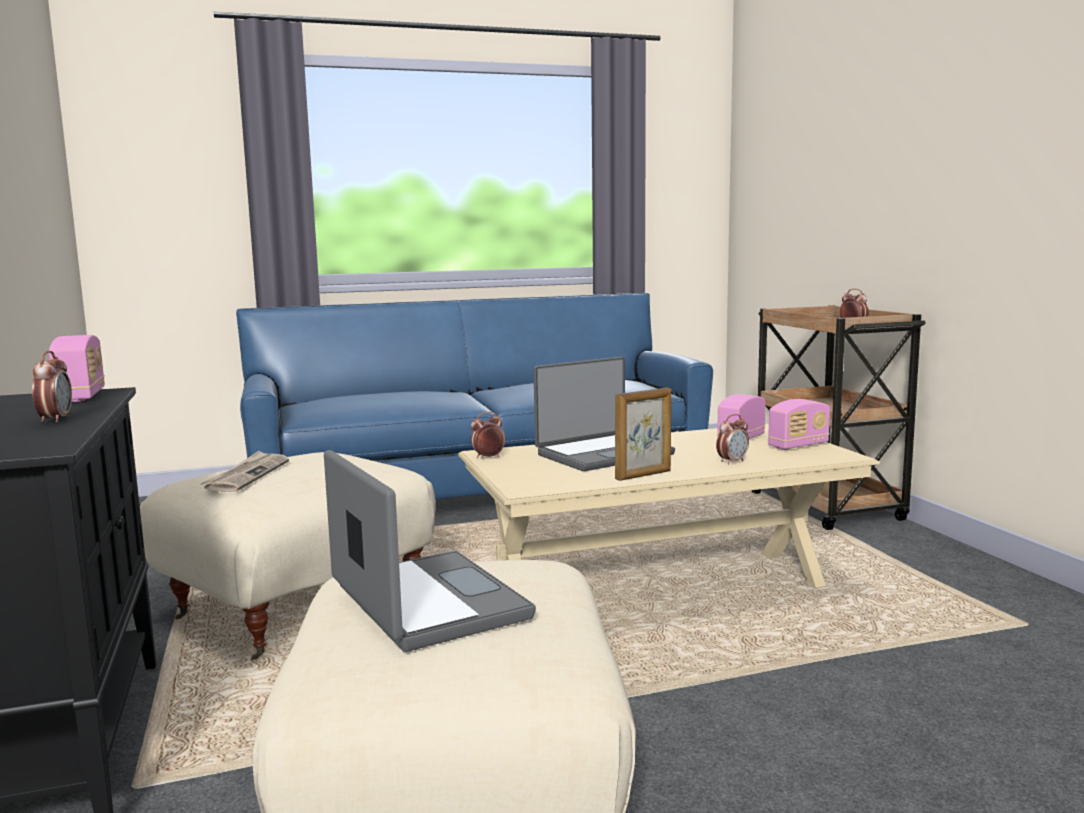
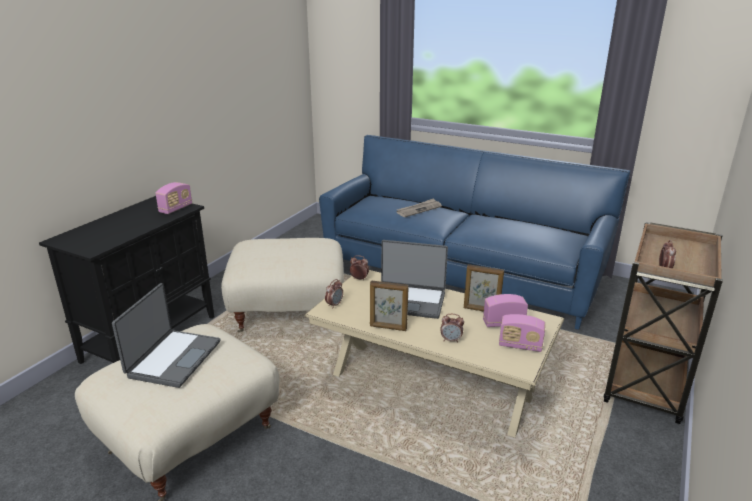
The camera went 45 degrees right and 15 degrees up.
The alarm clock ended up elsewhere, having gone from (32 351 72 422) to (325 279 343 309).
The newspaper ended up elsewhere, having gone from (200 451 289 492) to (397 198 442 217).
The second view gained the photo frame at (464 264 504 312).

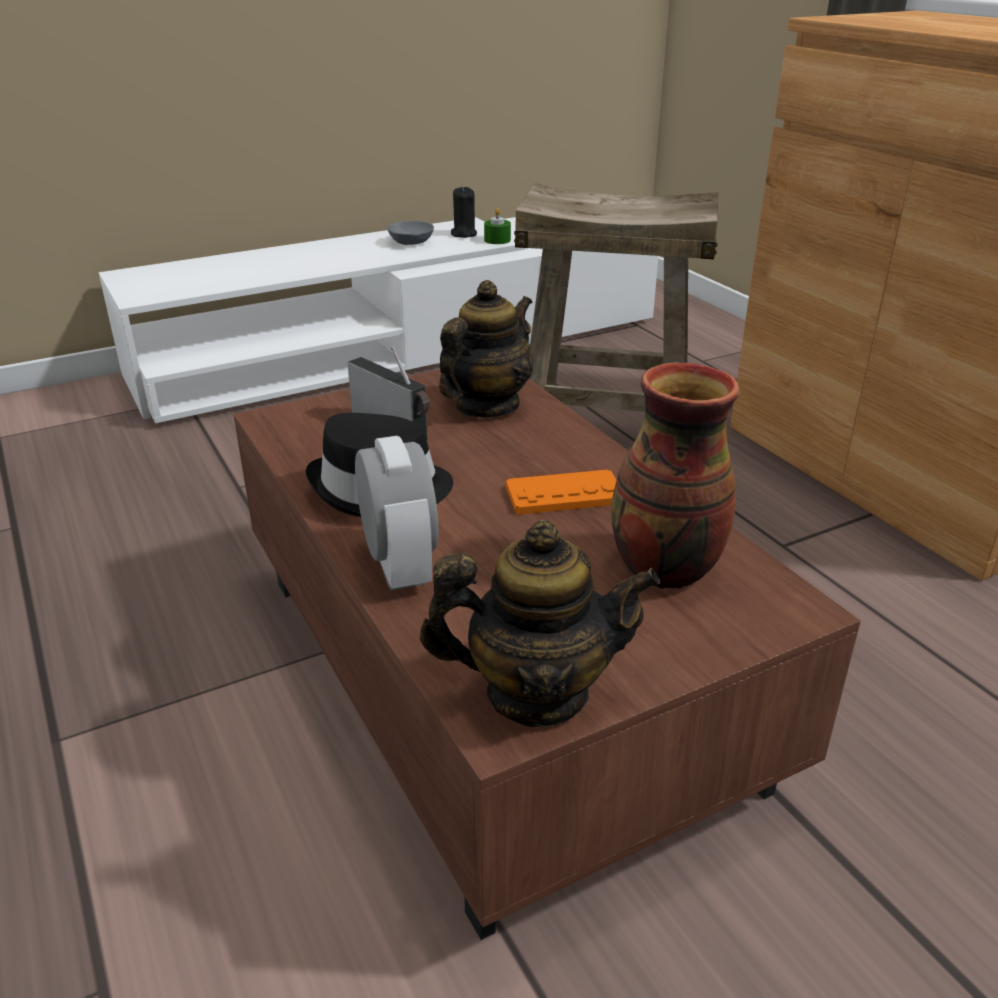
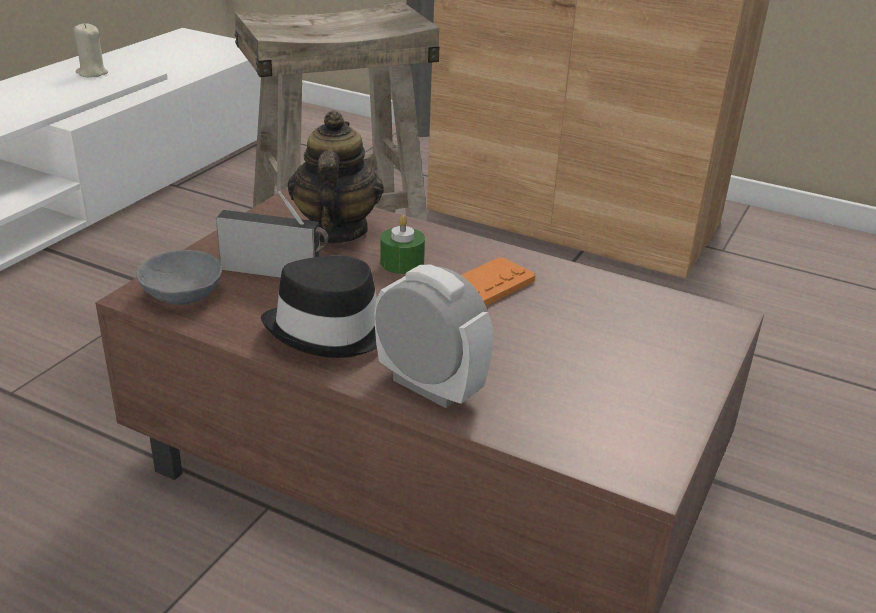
The camera went 35 degrees left and 0 degrees up.
What was the black-coloured candle at (451 186 477 238) turned into the sand-coloured candle at (73 23 108 77).
The greyish serving bowl ended up elsewhere, having gone from (387 221 434 245) to (136 250 222 305).
The green-coloured candle ended up elsewhere, having gone from (484 208 511 244) to (380 215 425 274).
The second view lost the tea pot at (420 520 660 727).
The second view lost the flower vase at (611 363 740 589).

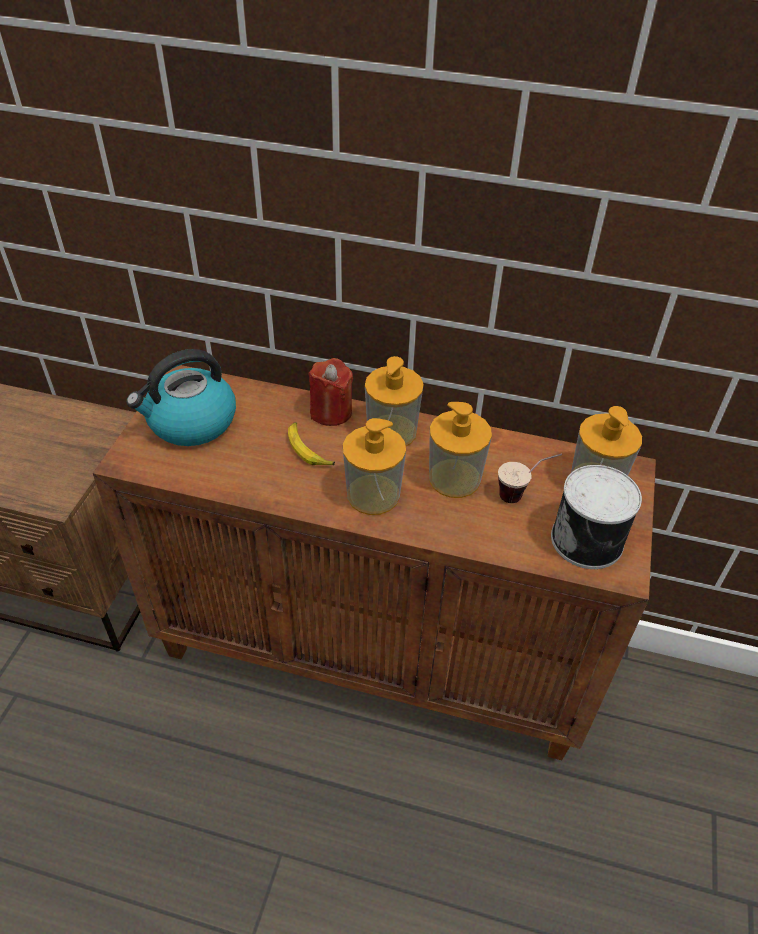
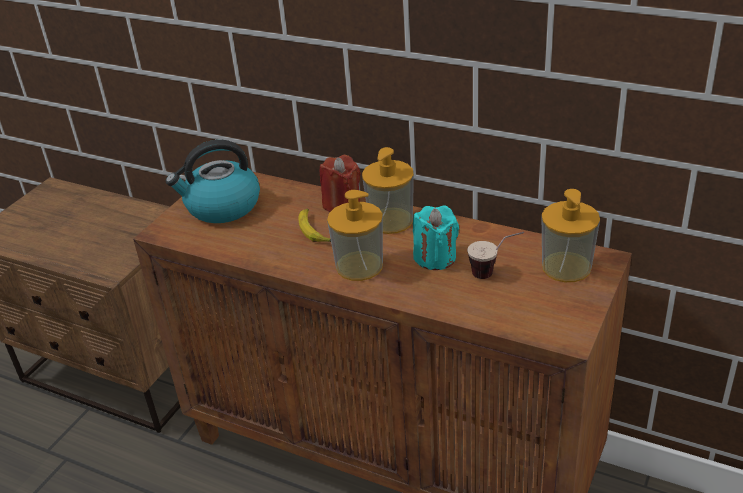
The camera went 15 degrees right and 10 degrees down.
Where the liquid soap bottle stood at (429 402 492 498), the turquoise-coloured candle came to stand at (413 205 459 270).
The second view lost the sealed can at (551 465 642 569).

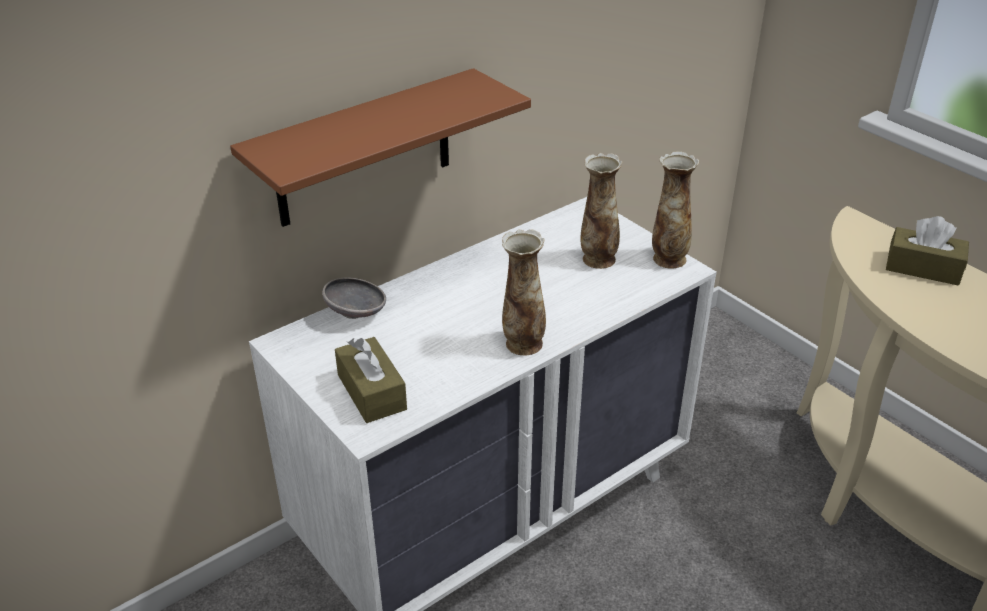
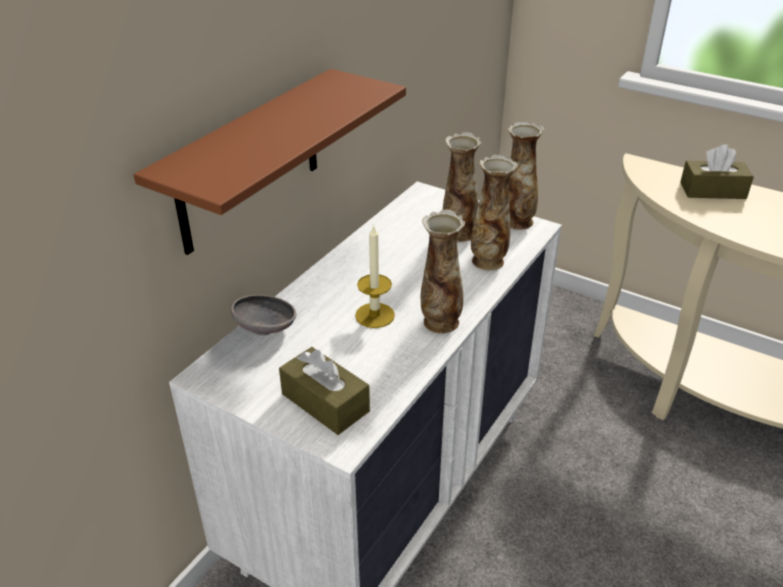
The camera went 20 degrees left and 0 degrees up.
The second view gained the candle at (355 224 395 328).
The second view gained the flower vase at (471 155 518 270).

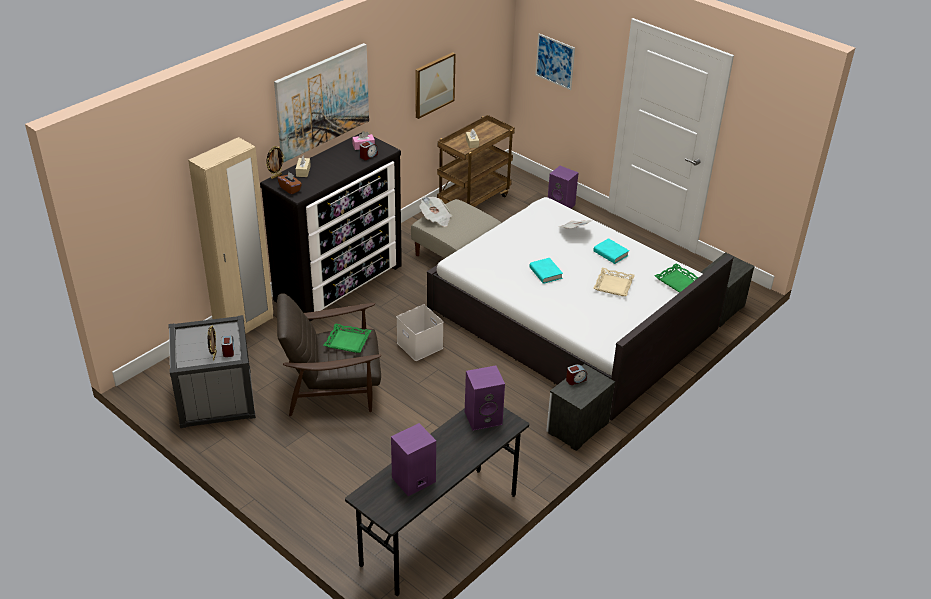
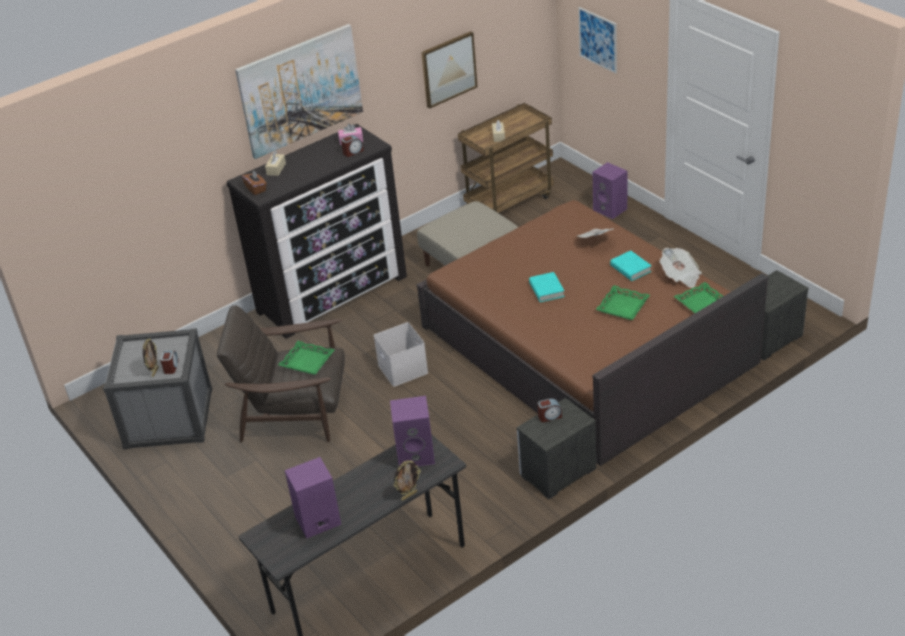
The camera went 15 degrees right and 0 degrees up.
The photo frame ended up elsewhere, having gone from (266 146 285 179) to (394 460 421 500).
What was the white-coloured sleeping bed at (427 197 734 421) turned into the brownish sleeping bed at (416 200 769 466).
What was the sand-coloured serving tray at (594 268 635 296) turned into the green-coloured serving tray at (596 285 650 320).
The newspaper ended up elsewhere, having gone from (420 196 452 227) to (660 248 702 288).
The second view lost the sand-coloured armoire at (188 137 273 334).

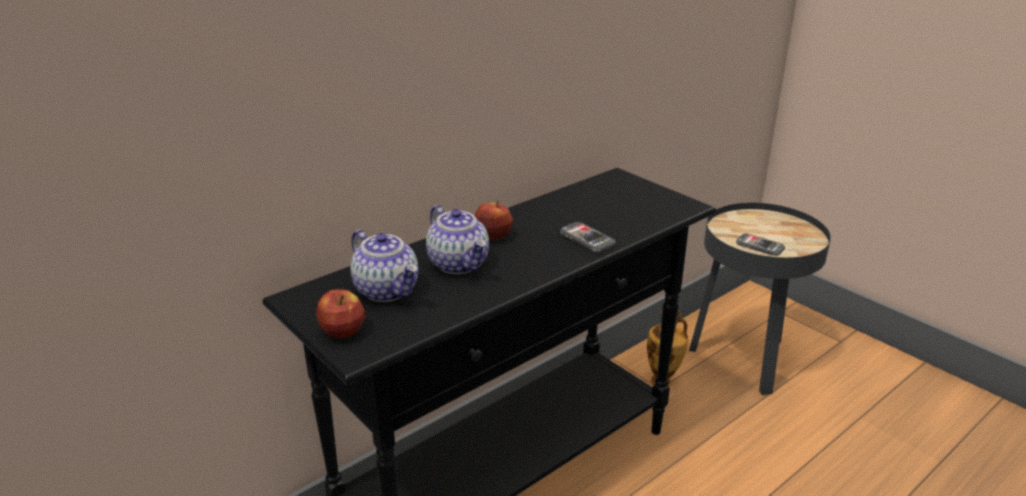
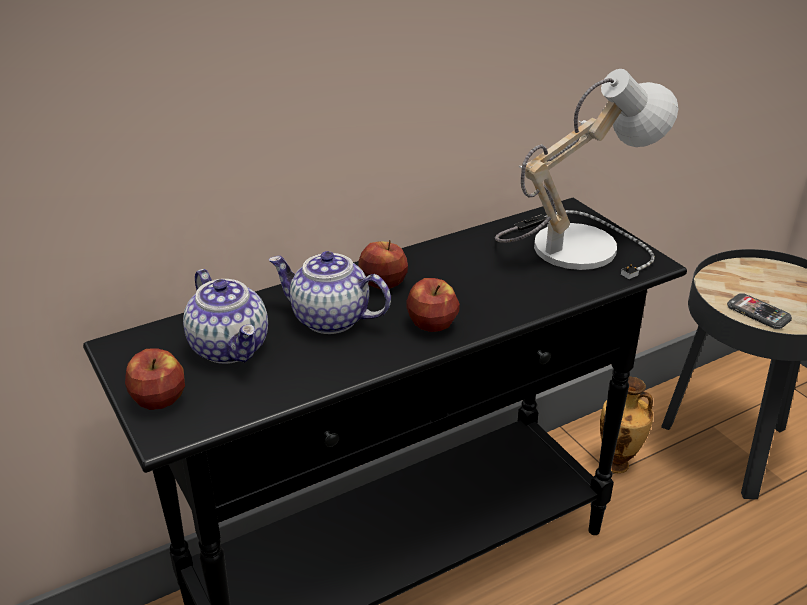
The camera went 10 degrees right and 5 degrees up.
The tea pot at (426 205 489 274) ended up facing another way, 135 degrees clockwise from before.
The second view gained the apple fruit at (406 278 460 332).
The second view gained the tabletop lamp at (495 69 679 279).
The second view lost the handset at (560 222 616 252).

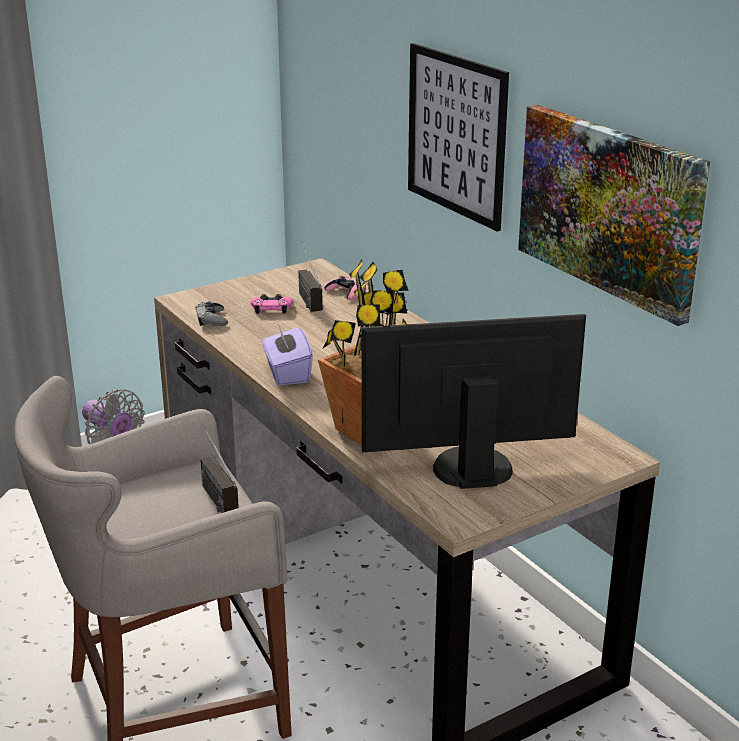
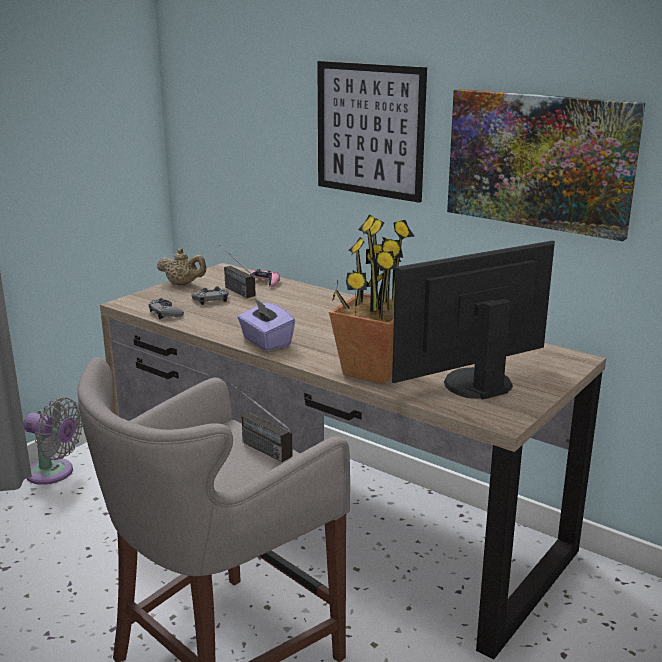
The camera went 20 degrees left and 5 degrees down.
The second view gained the sand-coloured tea pot at (157 248 207 285).
What was the pink joypad at (251 294 293 314) turned into the greyish joypad at (191 286 229 305).

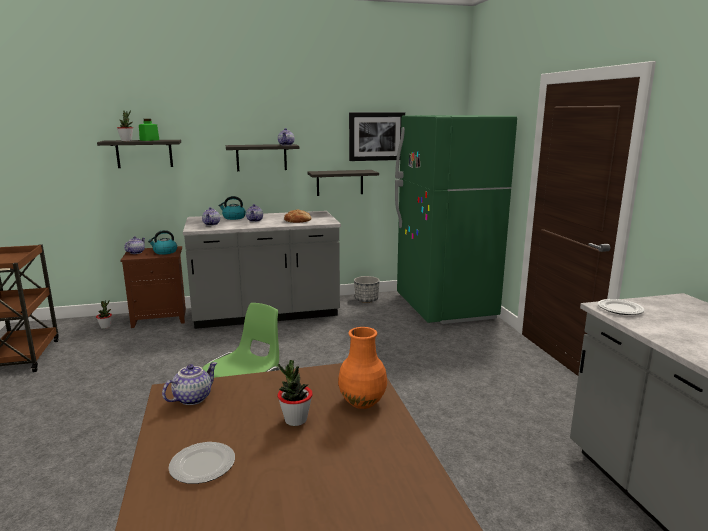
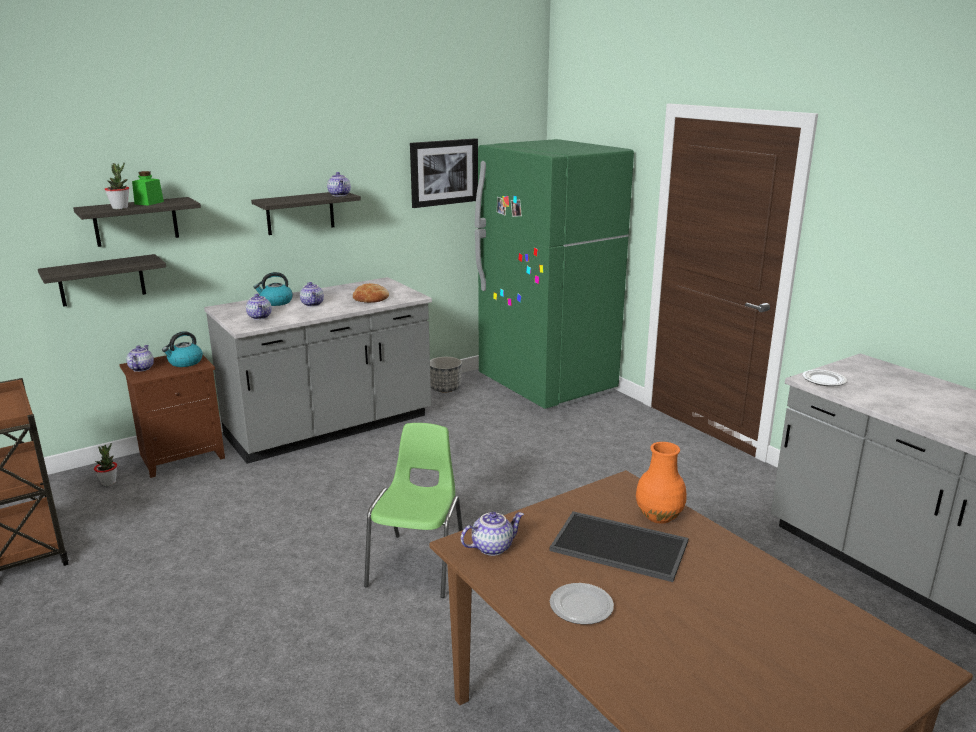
The camera went 20 degrees left and 5 degrees up.
The shelf ended up elsewhere, having gone from (307 170 379 196) to (38 254 166 307).
The tea pot at (162 362 217 405) ended up facing another way, 45 degrees clockwise from before.
Where the plant in a pot stood at (277 360 313 426), the serving tray came to stand at (550 511 689 582).

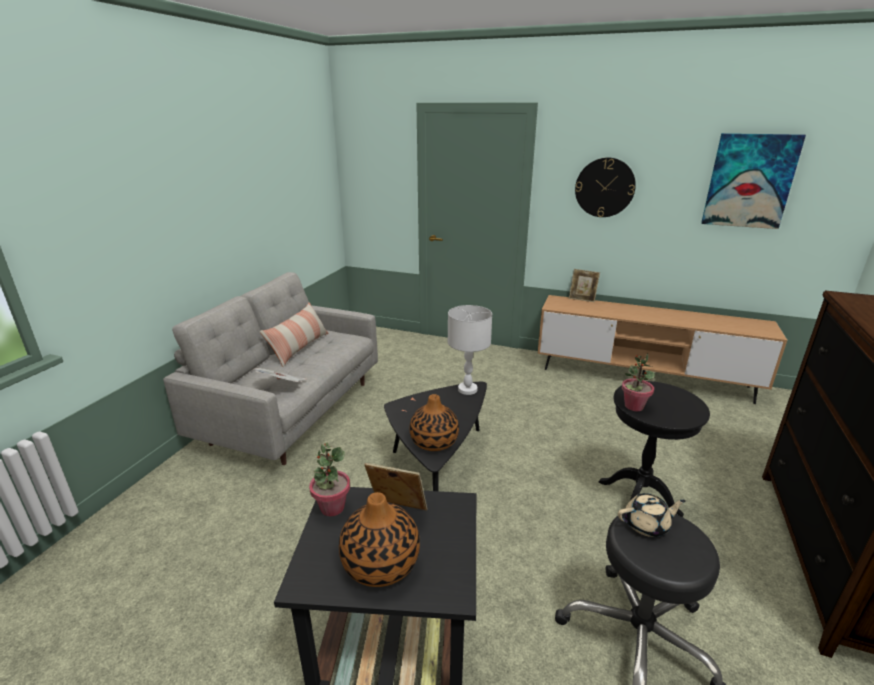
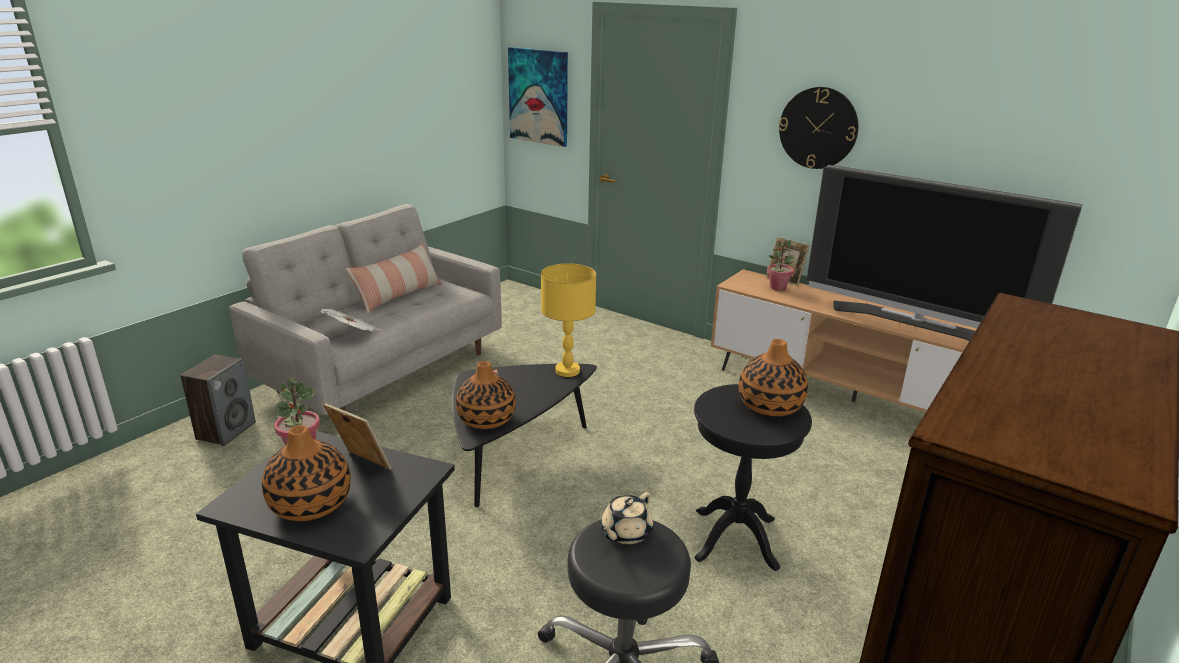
The camera went 15 degrees right and 0 degrees up.
The second view gained the audio speaker at (180 355 256 446).
The wall art ended up elsewhere, having gone from (701 133 806 229) to (508 47 568 147).
What was the white-coloured tabletop lamp at (448 305 492 395) turned into the yellowish tabletop lamp at (541 264 596 377).
The sand-coloured tea pot at (618 493 686 537) ended up facing another way, 120 degrees clockwise from before.
The second view gained the flower vase at (739 339 808 417).
The plant in a pot ended up elsewhere, having gone from (622 353 655 411) to (767 240 794 291).
The second view gained the TV set at (807 165 1083 341).

